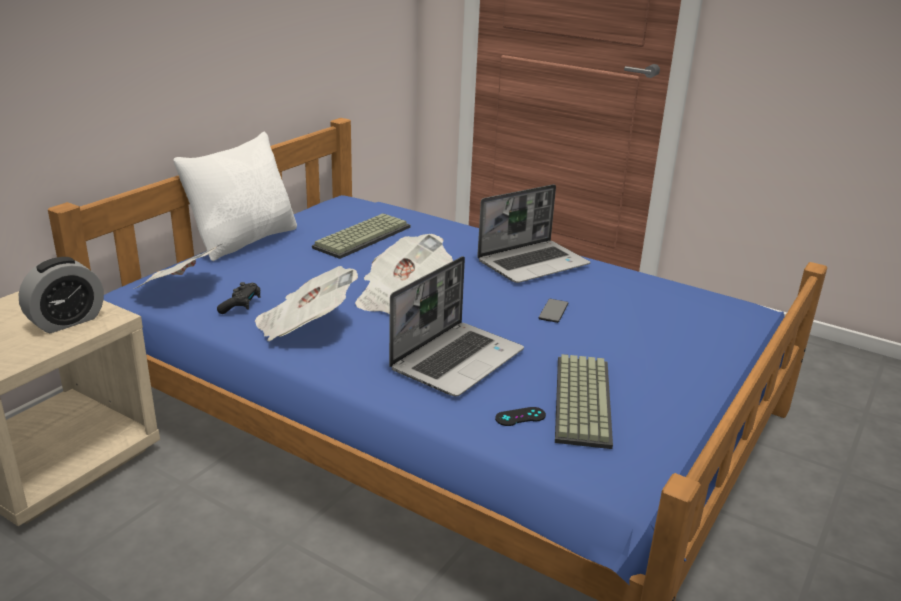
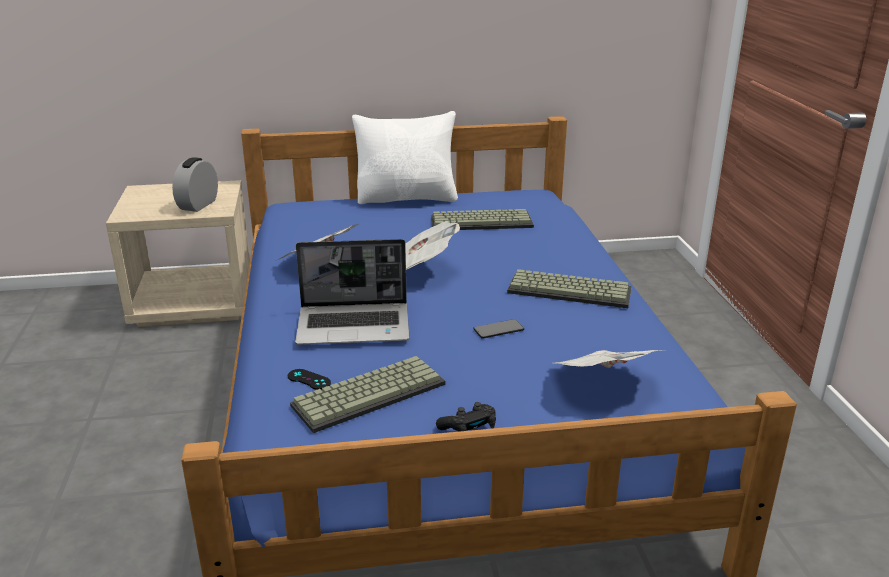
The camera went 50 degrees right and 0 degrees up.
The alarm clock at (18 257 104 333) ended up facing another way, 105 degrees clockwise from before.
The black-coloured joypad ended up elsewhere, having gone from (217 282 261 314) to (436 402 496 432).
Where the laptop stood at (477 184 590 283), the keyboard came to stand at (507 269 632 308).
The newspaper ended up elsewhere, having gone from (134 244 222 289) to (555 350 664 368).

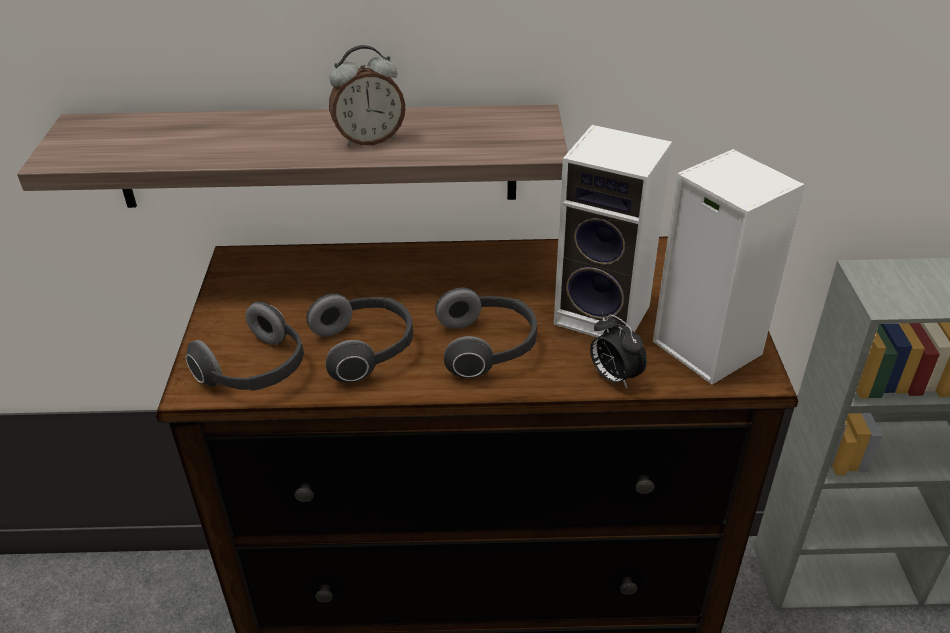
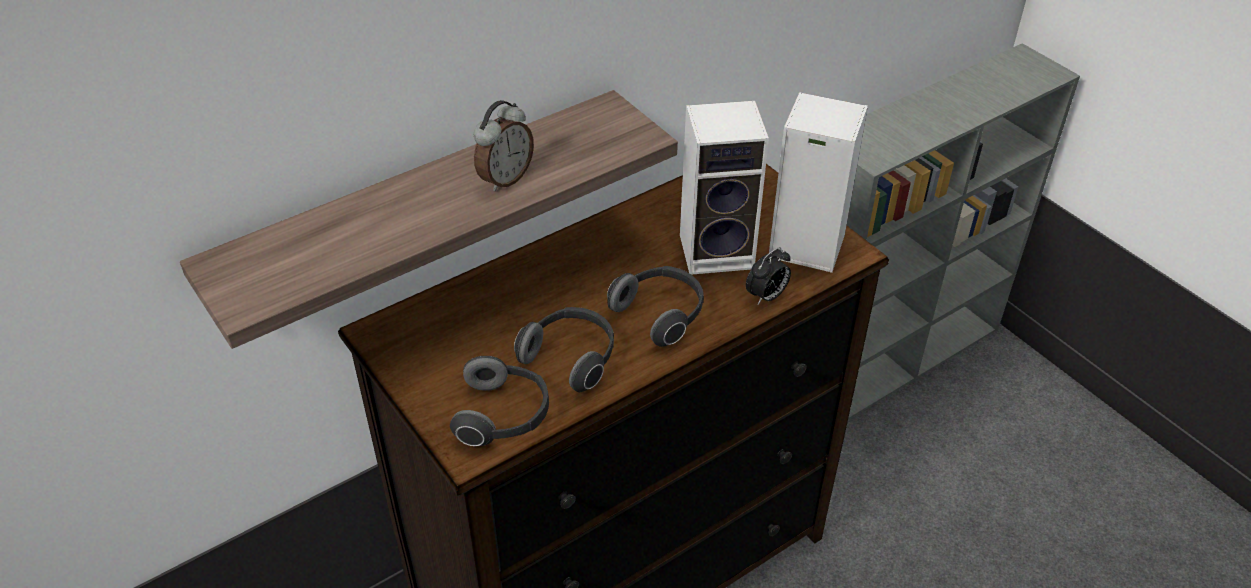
The camera went 35 degrees left and 5 degrees up.
The alarm clock at (590 314 647 389) ended up facing another way, 60 degrees counterclockwise from before.

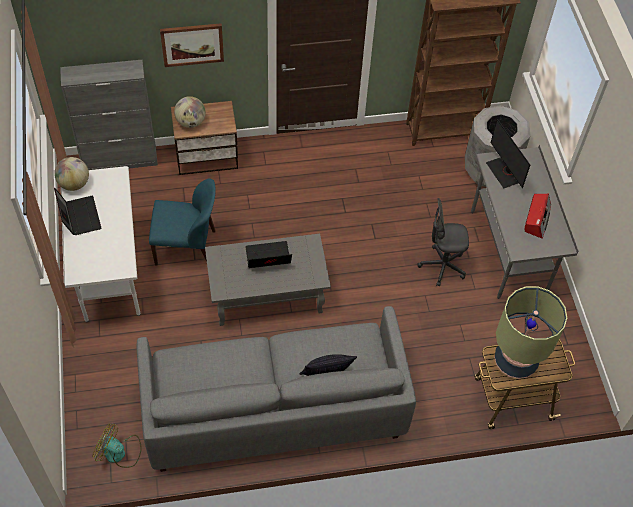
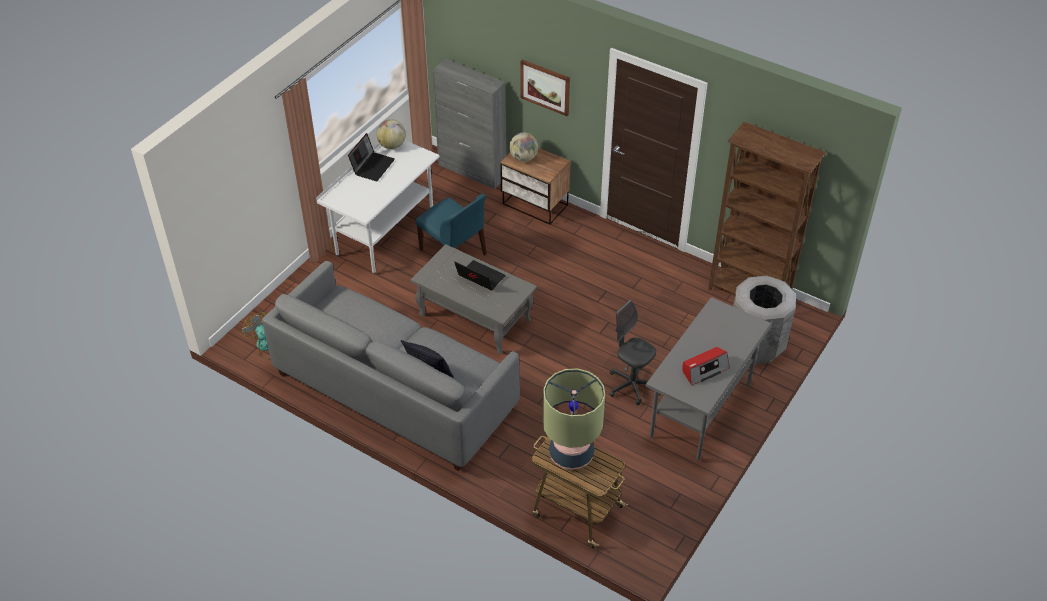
The camera went 45 degrees right and 10 degrees down.
The second view lost the computer screen at (486 119 530 189).

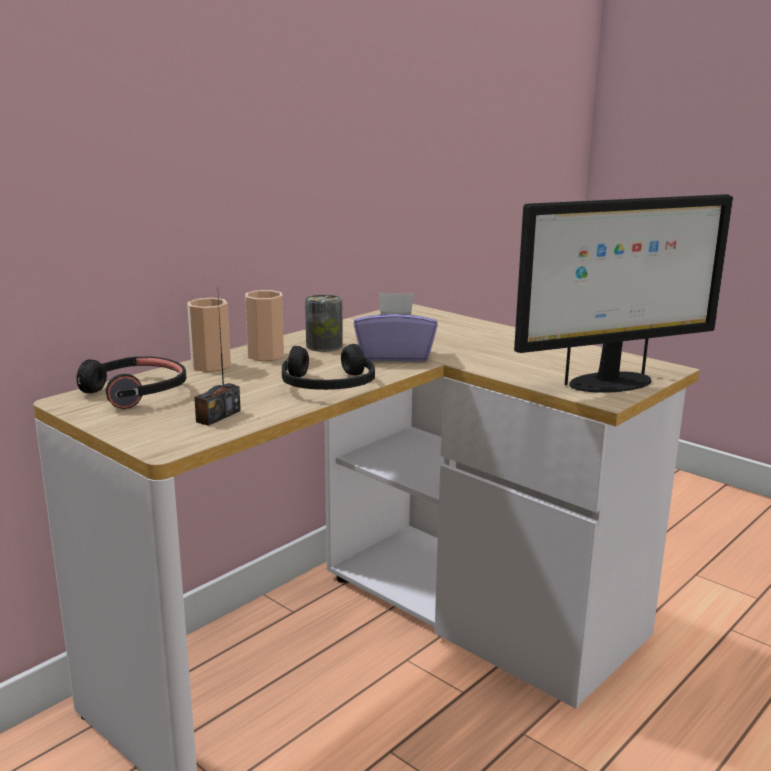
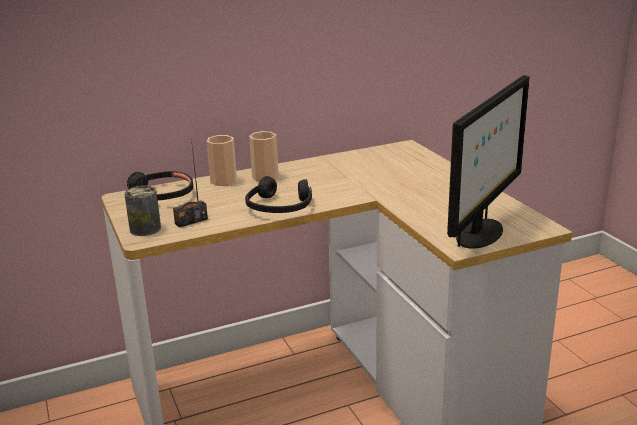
The camera went 25 degrees right and 5 degrees up.
The sealed can ended up elsewhere, having gone from (305 295 343 352) to (124 186 161 236).
The computer screen at (514 194 733 393) ended up facing another way, 60 degrees counterclockwise from before.
The second view lost the purple tissue holder at (354 293 438 362).

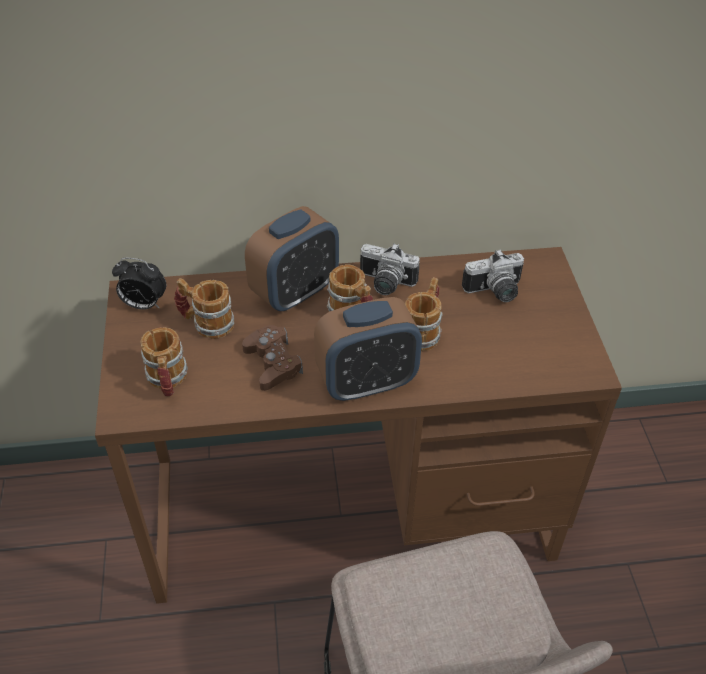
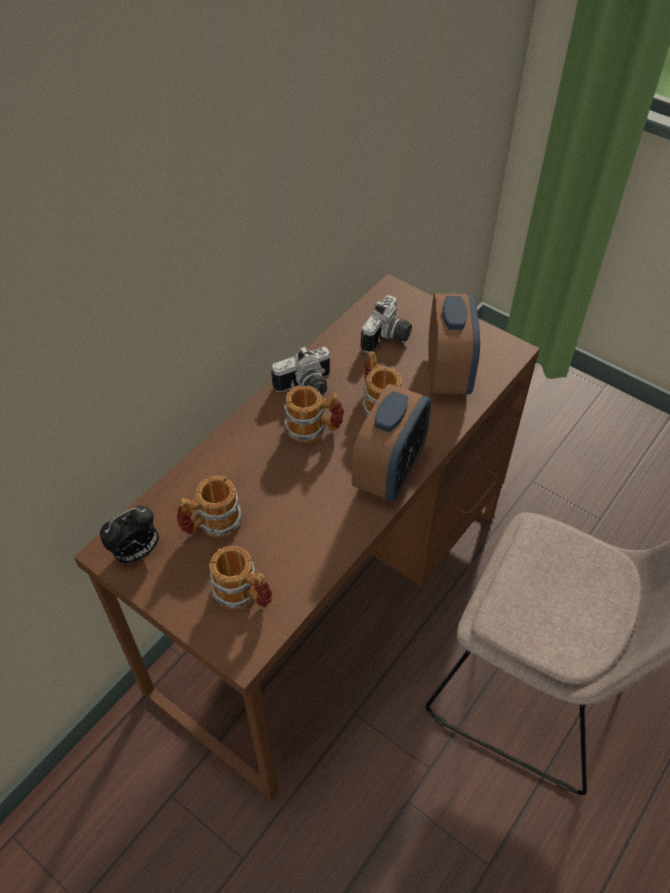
The camera went 45 degrees left and 5 degrees up.
The alarm clock ended up elsewhere, having gone from (245 206 339 312) to (428 293 480 394).
The second view lost the brownish joypad at (242 325 303 391).

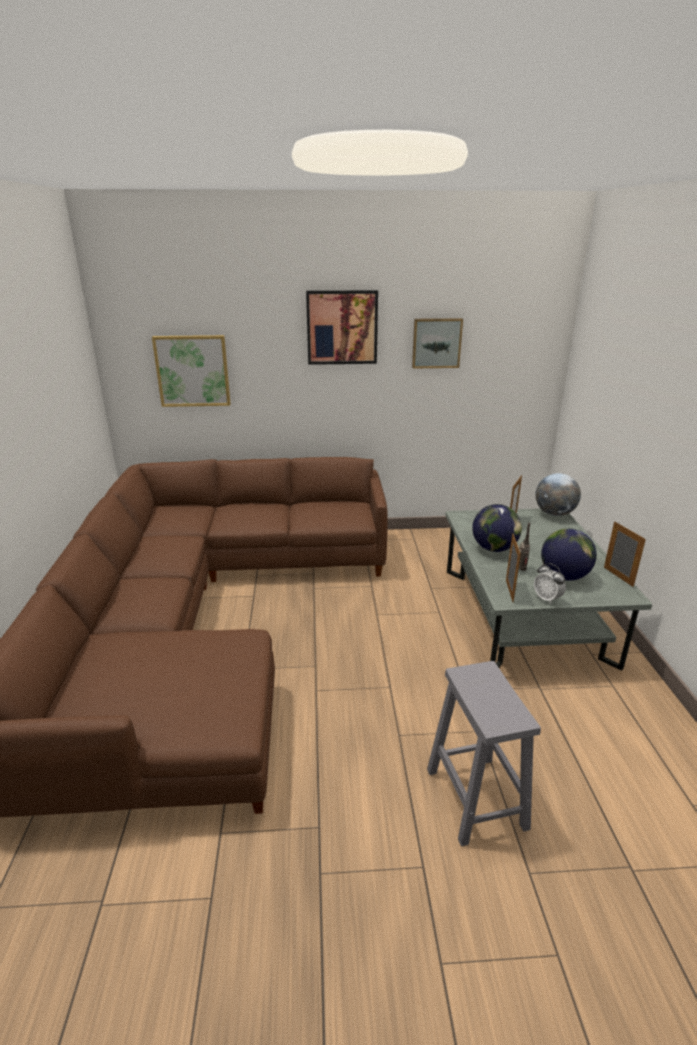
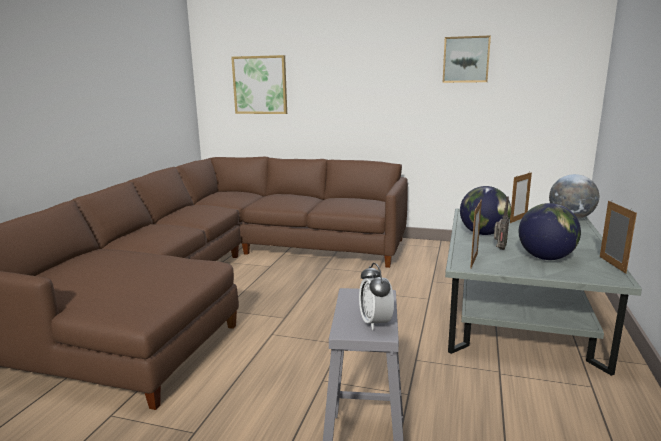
The camera went 20 degrees right and 10 degrees down.
The alarm clock ended up elsewhere, having gone from (534 563 566 604) to (359 263 394 330).
The second view lost the wall art at (306 290 378 365).

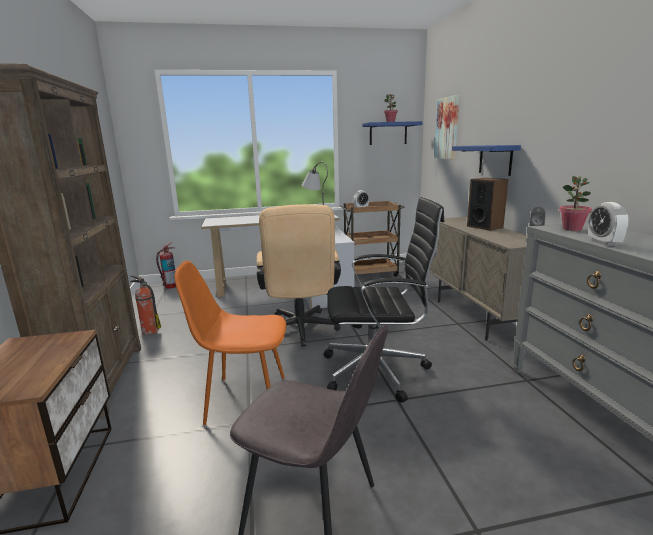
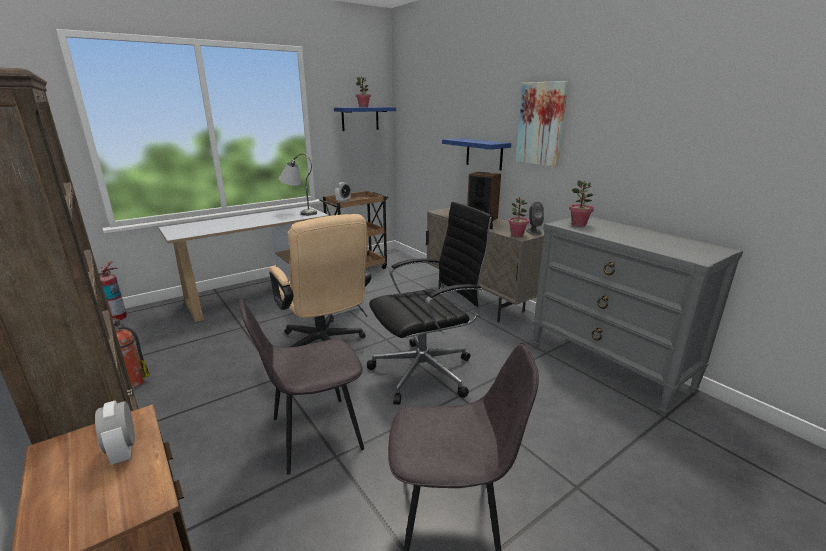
The camera went 25 degrees left and 5 degrees up.
The alarm clock ended up elsewhere, having gone from (588 202 629 246) to (95 401 135 465).
What was the orange-coloured chair at (174 261 286 425) turned into the greyish chair at (239 299 364 474).
The second view gained the plant in a pot at (509 197 529 237).
The wall art ended up elsewhere, having gone from (435 95 459 159) to (516 81 568 167).

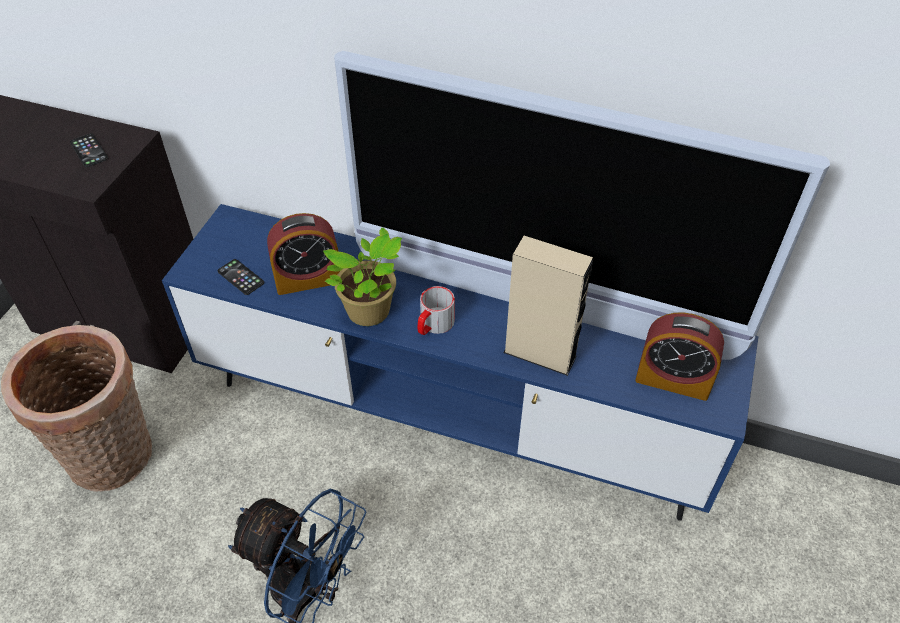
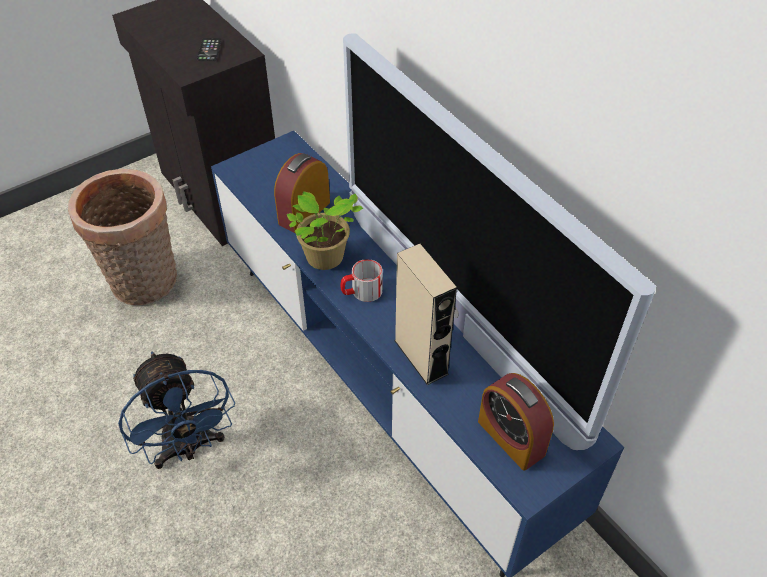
The camera went 35 degrees right and 0 degrees up.
The alarm clock at (267 213 340 295) ended up facing another way, 105 degrees clockwise from before.
The second view lost the handset at (217 259 264 295).

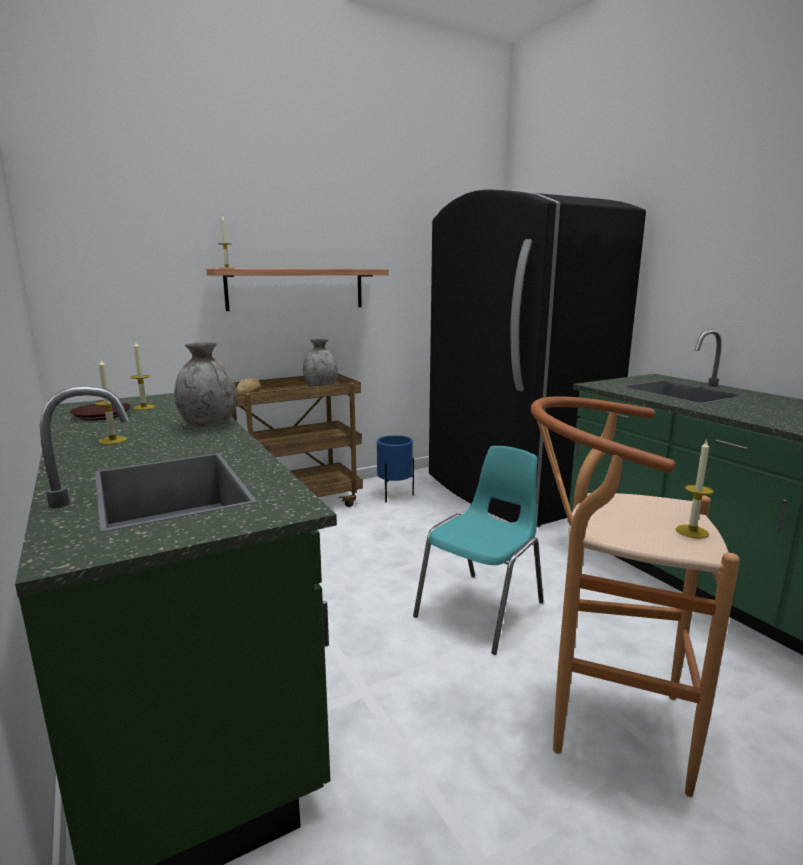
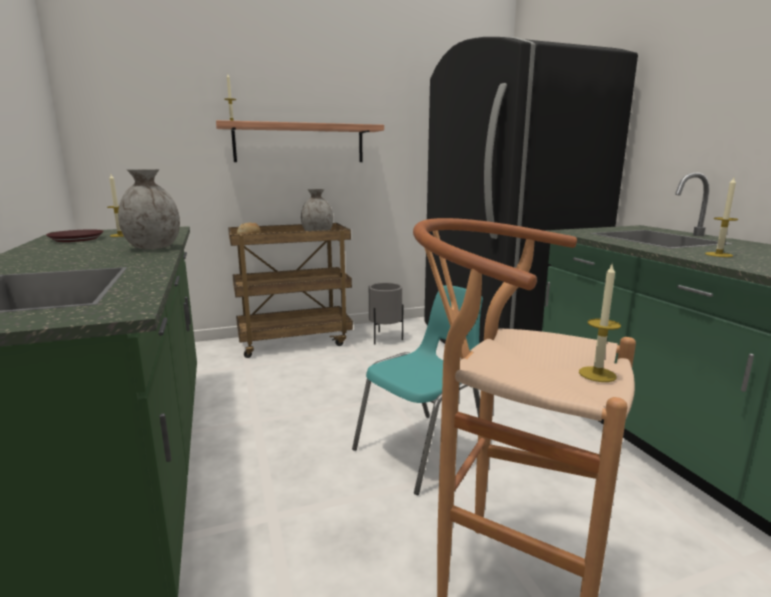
The camera went 10 degrees right and 0 degrees up.
What was the blue-coloured flower pot at (377 435 414 502) turned into the greyish flower pot at (369 283 403 344).
The candle ended up elsewhere, having gone from (95 359 127 444) to (705 177 738 257).

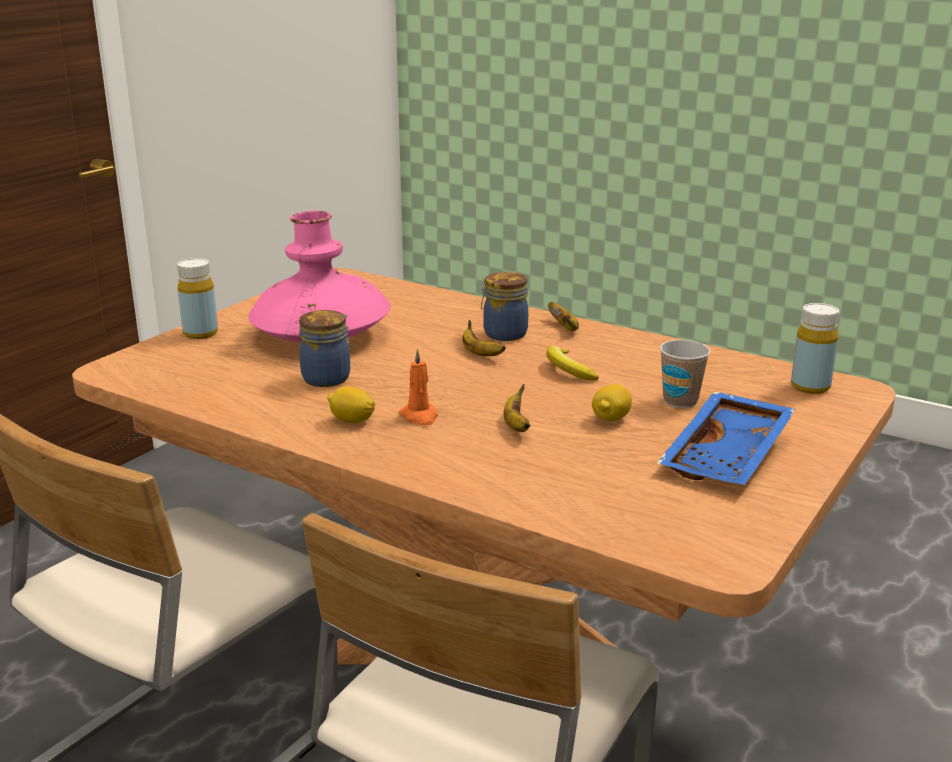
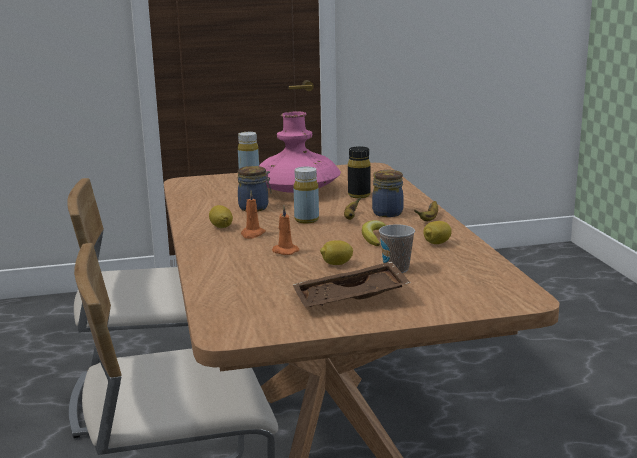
The camera went 45 degrees right and 5 degrees down.
Where the banana stood at (503 384 531 432), the orange-coloured candle came to stand at (272 206 299 255).
What was the blue-coloured serving tray at (657 391 796 485) turned into the brownish serving tray at (292 262 411 307).
The yellowish drink bottle ended up elsewhere, having gone from (791 303 839 394) to (294 167 319 224).
The second view gained the black-coloured drink bottle at (348 146 371 198).
The second view gained the lemon at (423 221 452 244).

